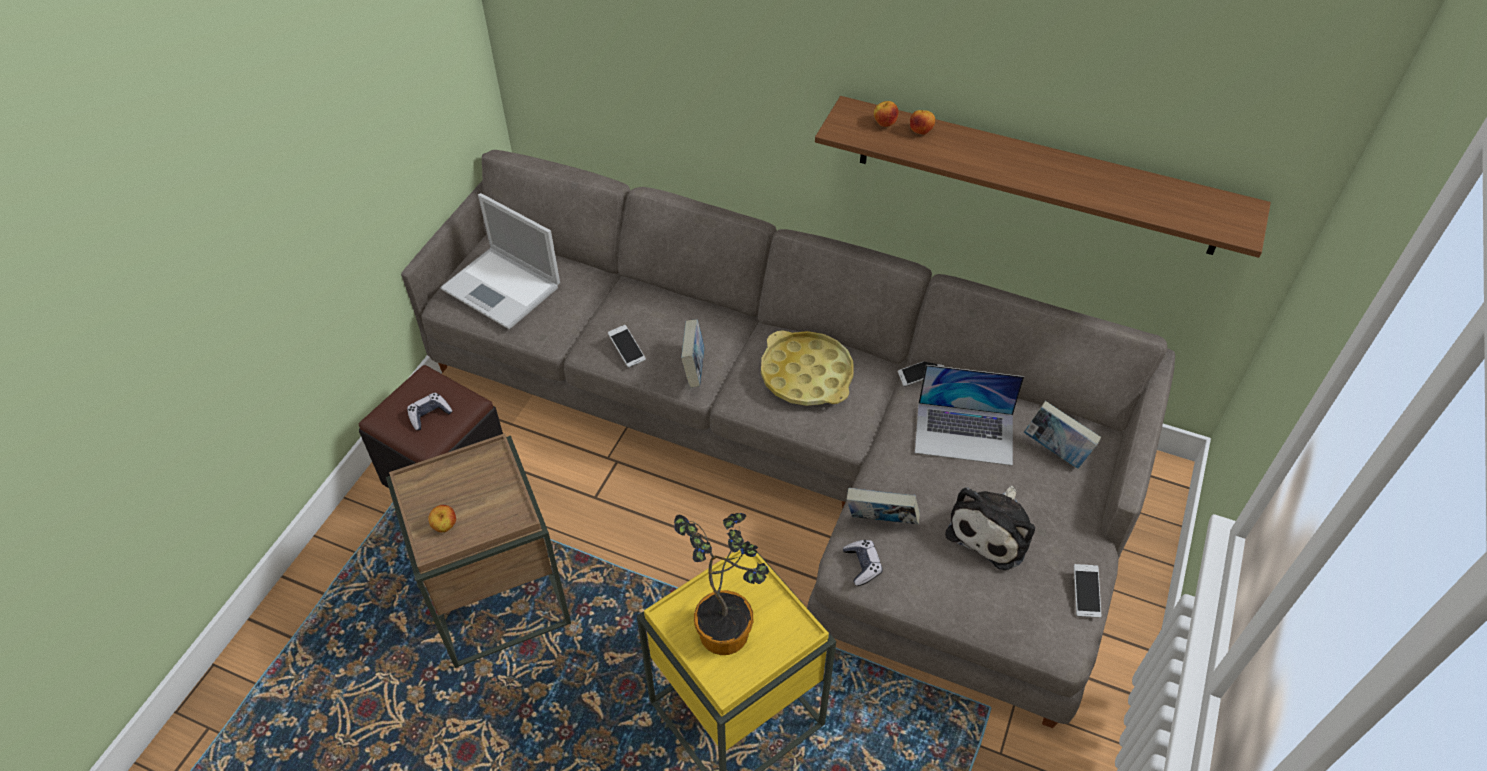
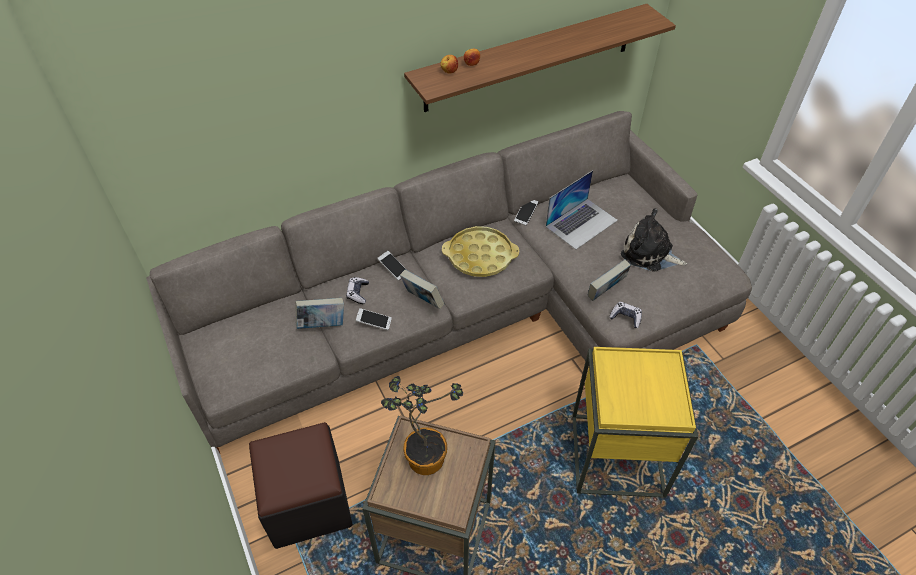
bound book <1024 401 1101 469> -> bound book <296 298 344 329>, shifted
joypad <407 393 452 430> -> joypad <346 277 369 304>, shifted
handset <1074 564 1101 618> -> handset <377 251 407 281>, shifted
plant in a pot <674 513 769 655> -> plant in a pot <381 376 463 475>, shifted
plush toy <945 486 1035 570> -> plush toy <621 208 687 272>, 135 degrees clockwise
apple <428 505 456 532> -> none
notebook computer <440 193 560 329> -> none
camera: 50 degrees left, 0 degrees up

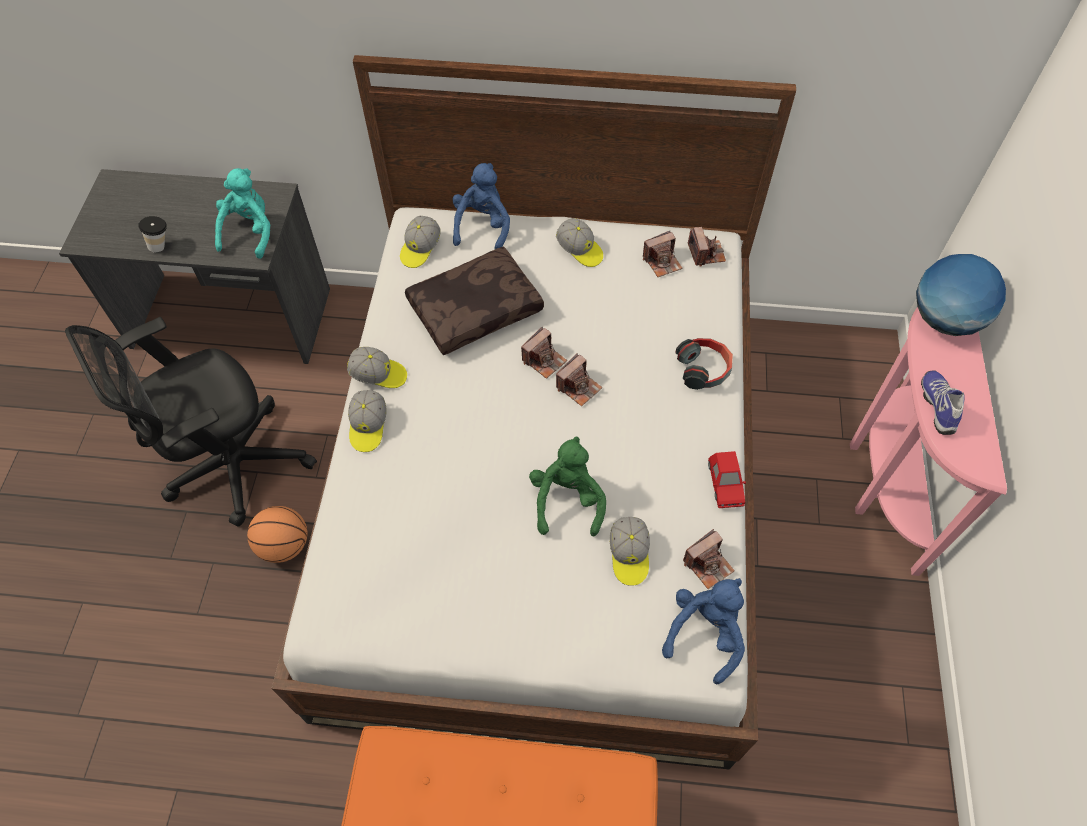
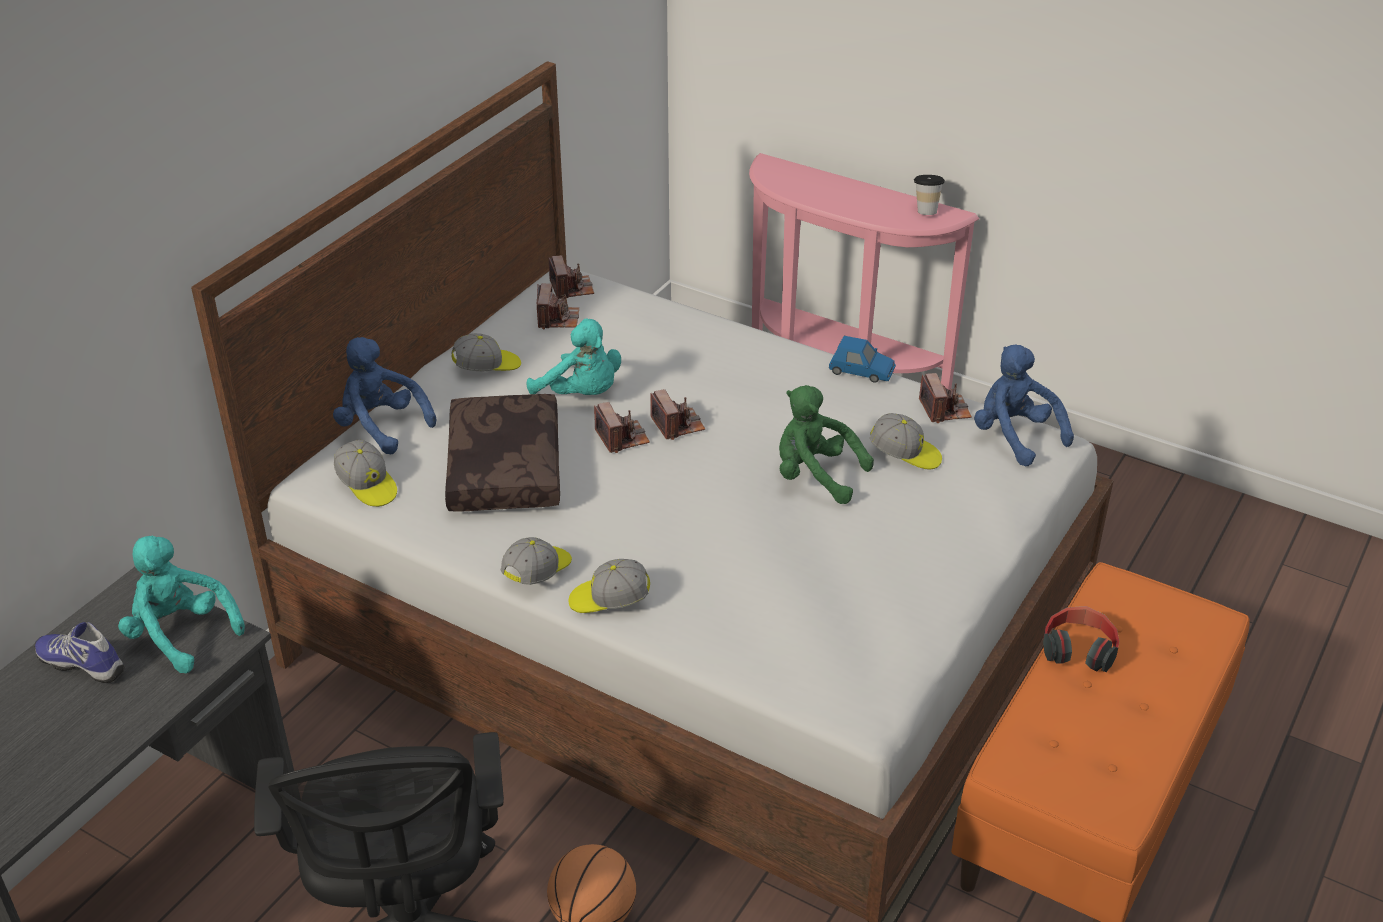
low shoe <921 371 965 435> -> low shoe <34 622 125 683>, shifted
none -> plush toy in blue-green <526 319 621 395>
still camera <688 227 726 267> -> still camera <549 255 594 299>, 60 degrees clockwise
peaked cap <348 390 387 452> -> peaked cap <568 559 650 613>, 150 degrees clockwise
model car in red-coloured <708 451 746 508> -> model car in blue-coloured <829 336 896 383>
cup <138 216 167 252> -> cup <914 175 945 215>, shifted
pair of headphones <675 338 733 390> -> pair of headphones <1043 606 1120 672>, shifted
desk globe <916 254 1006 336> -> none
camera: 65 degrees left, 20 degrees down

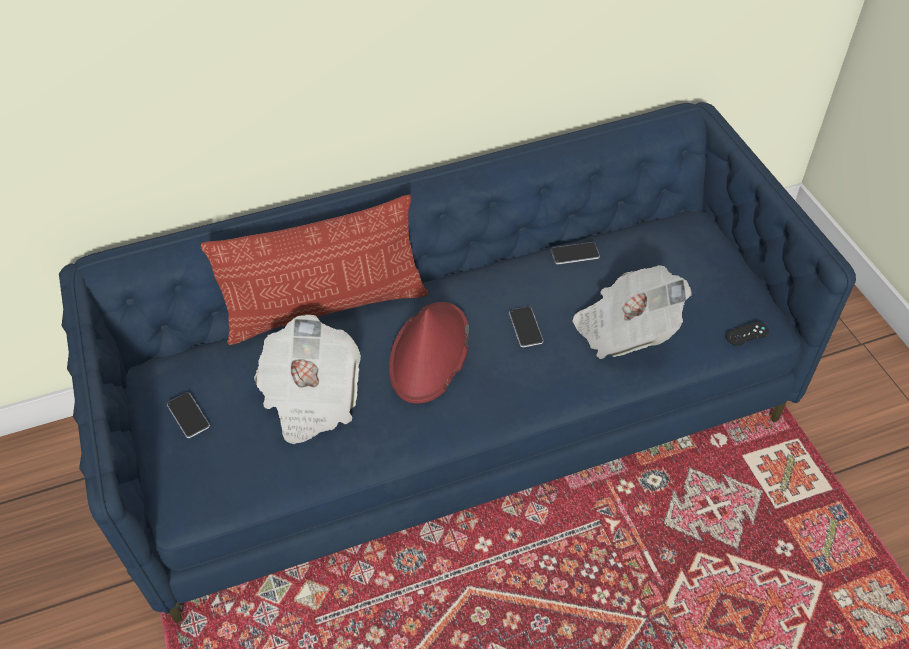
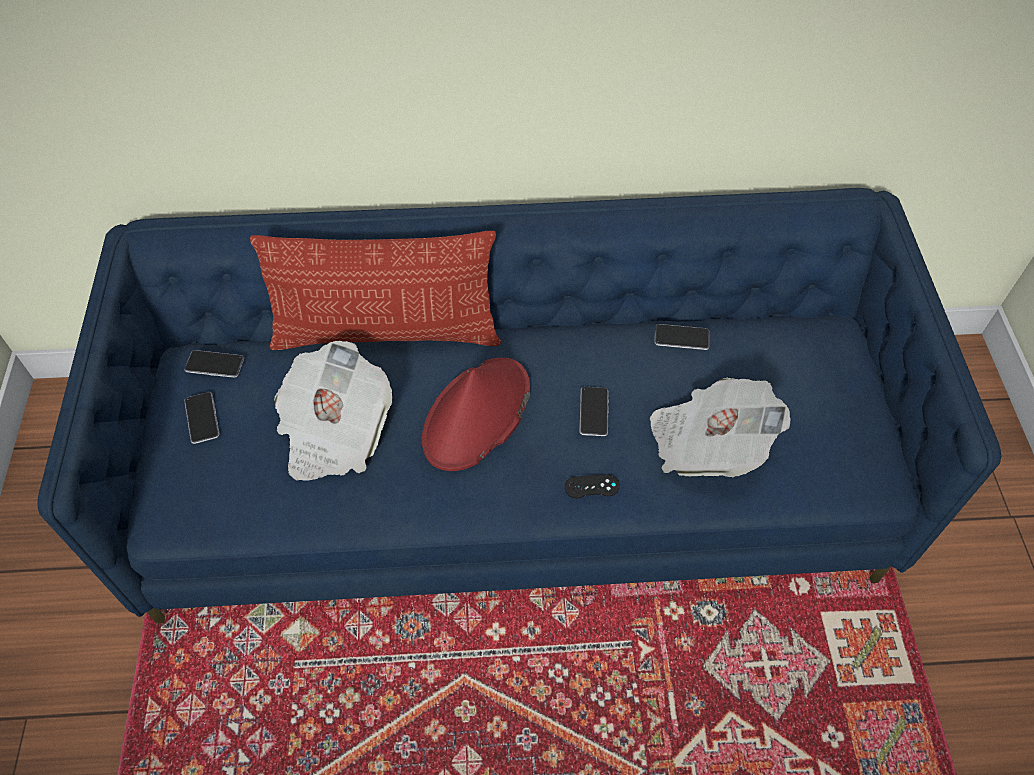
none -> handset <184 350 244 378>
joypad in black <726 322 769 346> -> joypad in black <564 474 620 499>, shifted
camera: 15 degrees right, 5 degrees up

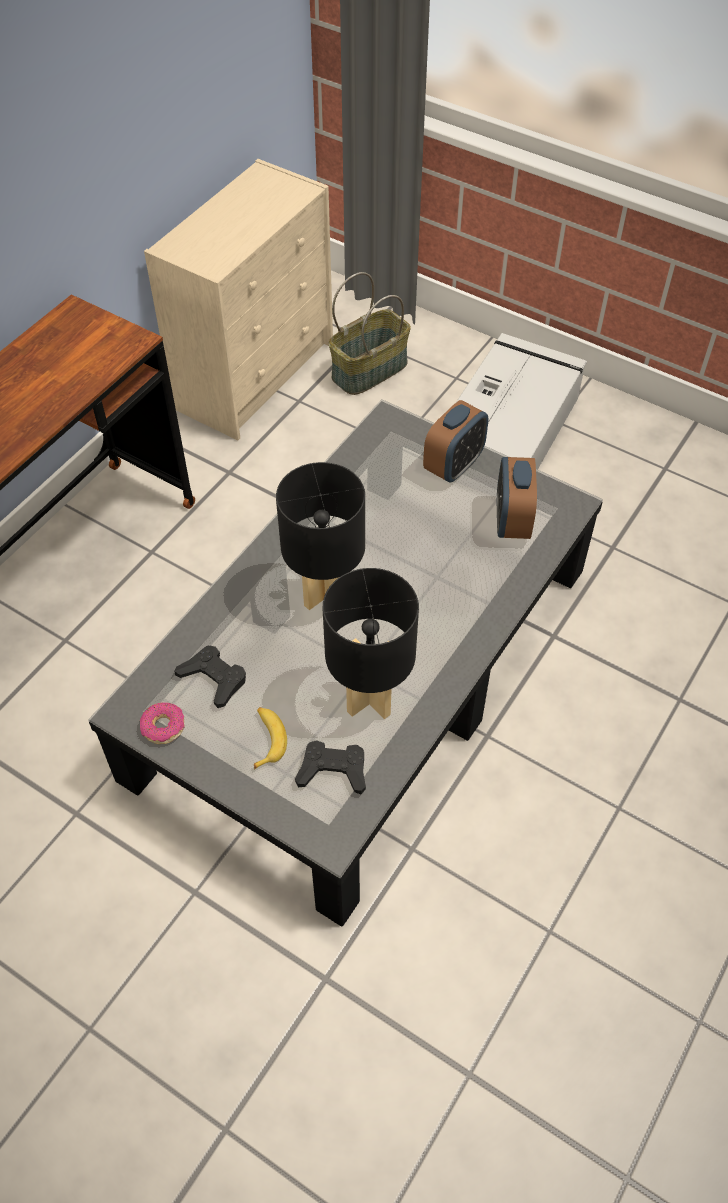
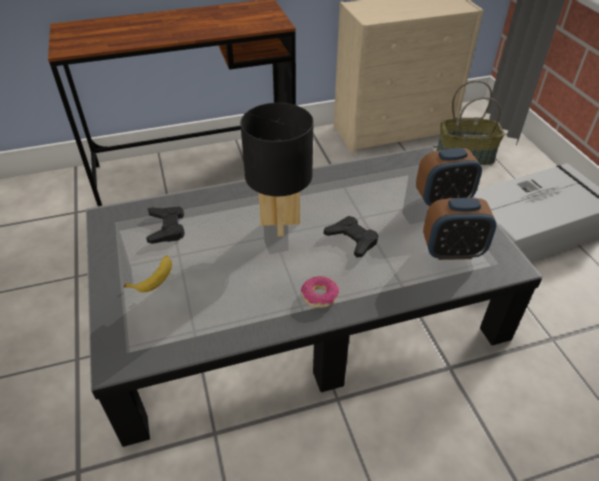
ring doughnut <140 702 185 744> -> ring doughnut <301 276 339 308>, shifted
joypad in black <295 740 366 794> -> joypad in black <324 216 378 258>, shifted
table clock <497 457 537 539> -> table clock <423 198 496 260>, 135 degrees counterclockwise
tabletop lamp in black <323 568 419 719> -> none
camera: 40 degrees right, 10 degrees down

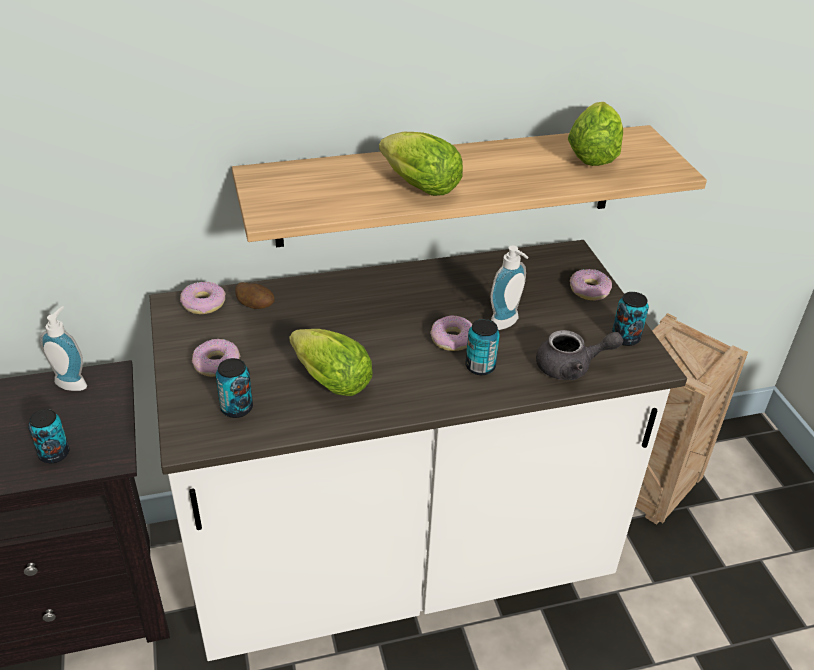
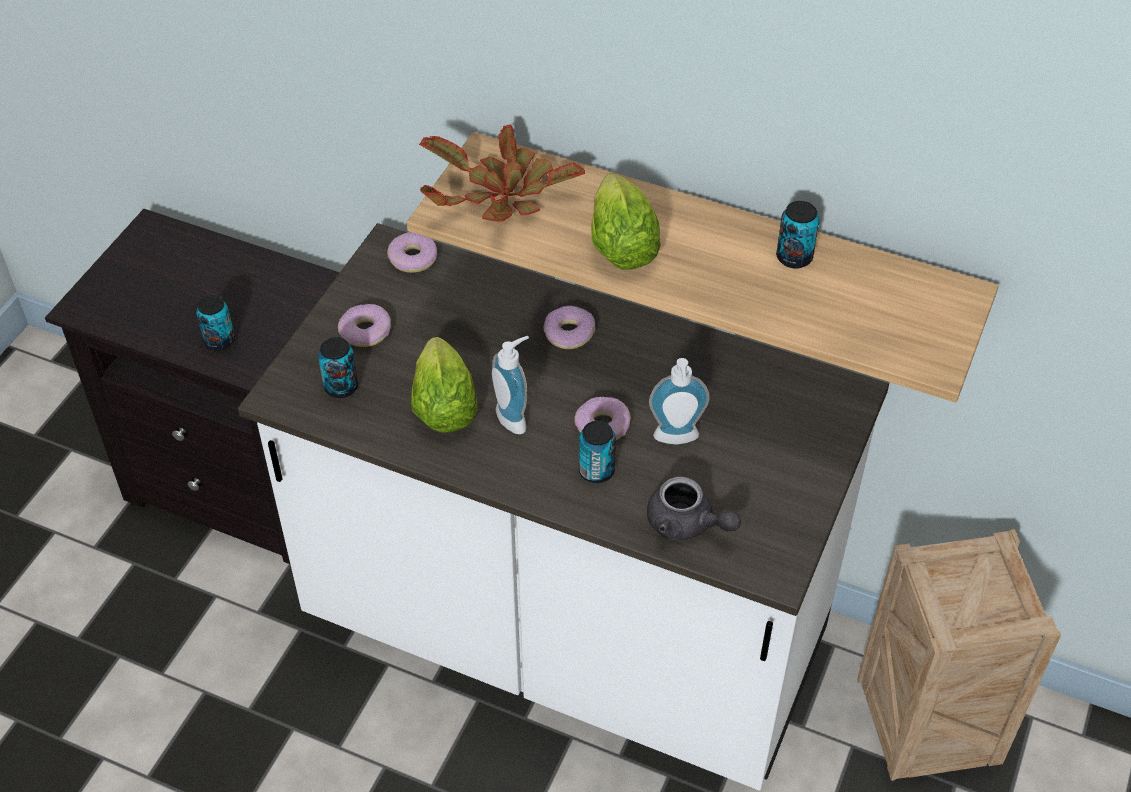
none -> plant in a pot <419 124 585 222>
soap dispenser <40 306 87 391> -> soap dispenser <492 336 529 434>, shifted
ring doughnut <570 269 612 300> -> ring doughnut <543 305 595 349>, shifted
sealed can <612 292 649 346> -> sealed can <776 201 820 269>, shifted
whole potato <235 282 275 309> -> none
head of lettuce <568 102 623 166> -> none
camera: 40 degrees right, 10 degrees up

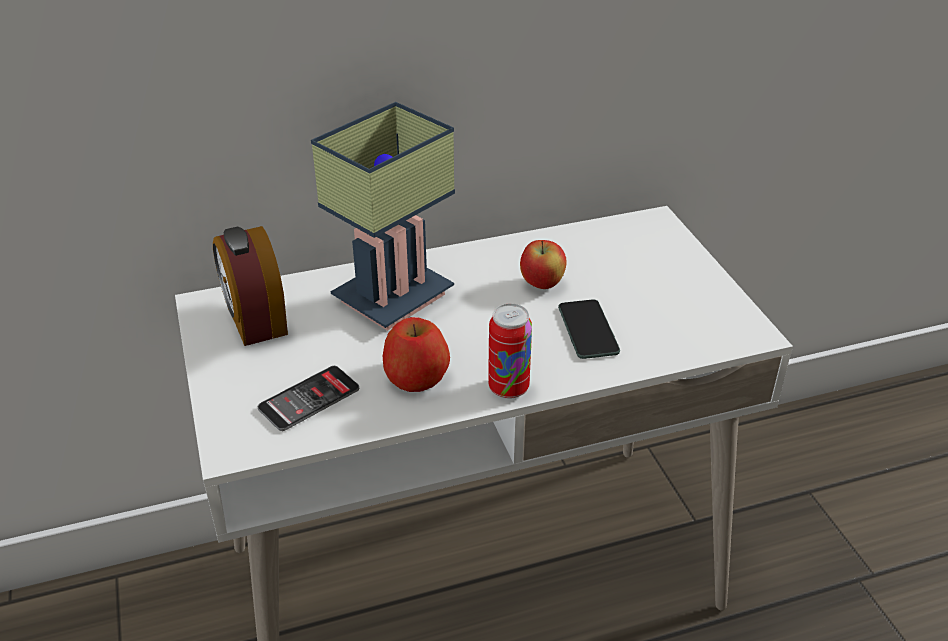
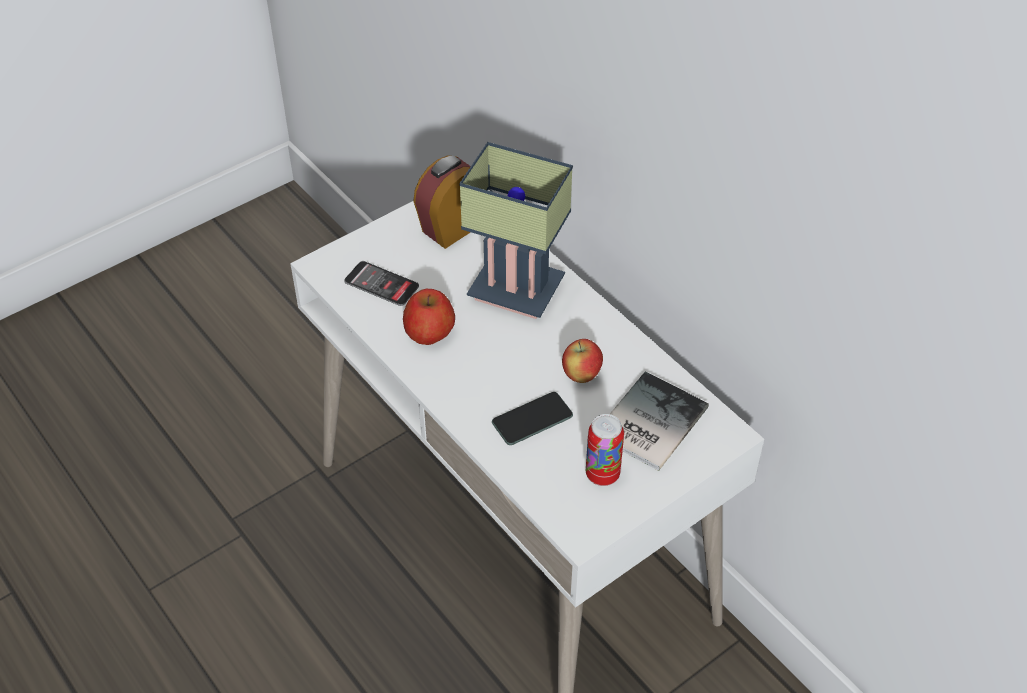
sealed can <488 304 532 399> -> sealed can <586 414 624 486>, shifted
none -> bound book <610 371 709 471>
camera: 70 degrees right, 10 degrees up

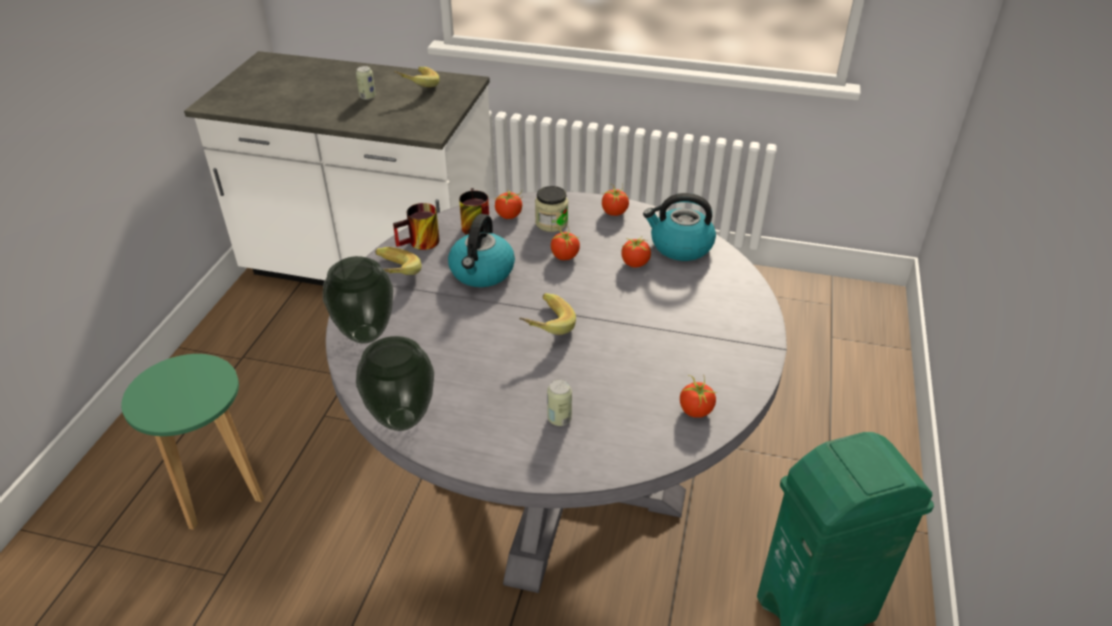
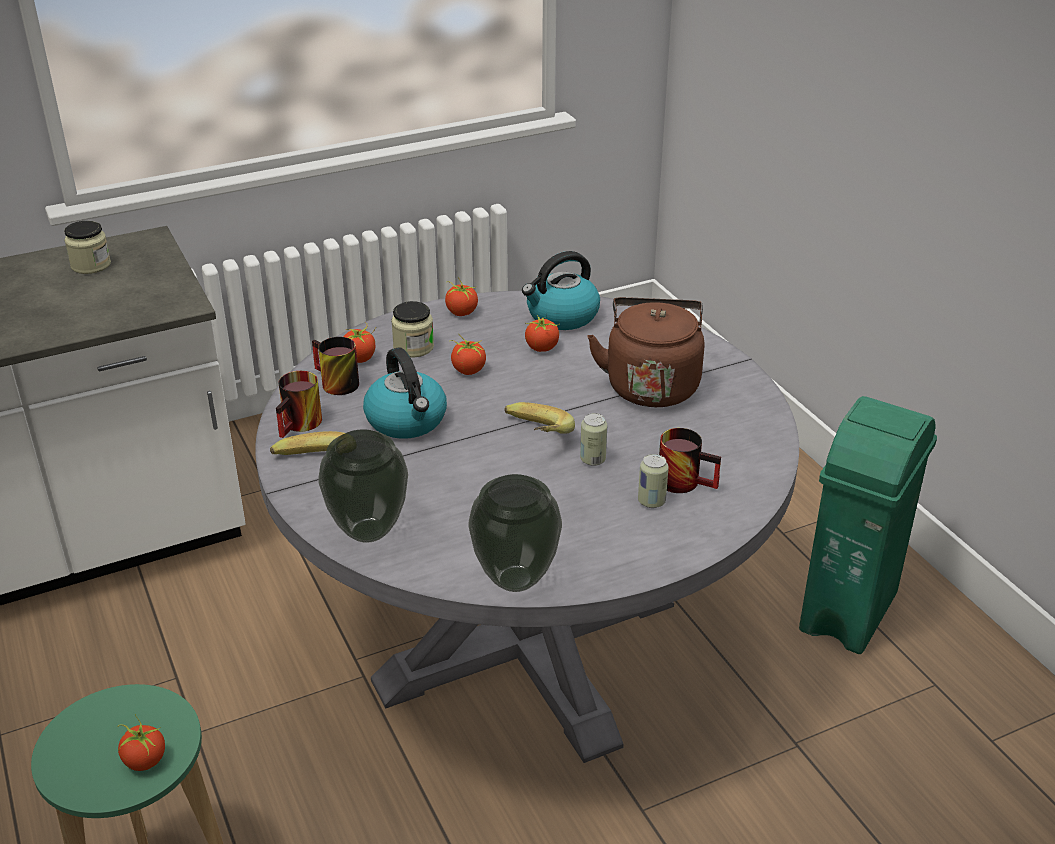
whole banana <394 67 439 87> -> jar <64 221 111 274>
fresh tomato <680 375 717 418> -> fresh tomato <117 714 165 771>, shifted
sealed can <356 66 376 100> -> sealed can <580 413 607 466>, shifted
none -> water kettle in brown <587 297 704 407>
none -> coffee mug <659 428 721 493>
camera: 40 degrees left, 5 degrees down

